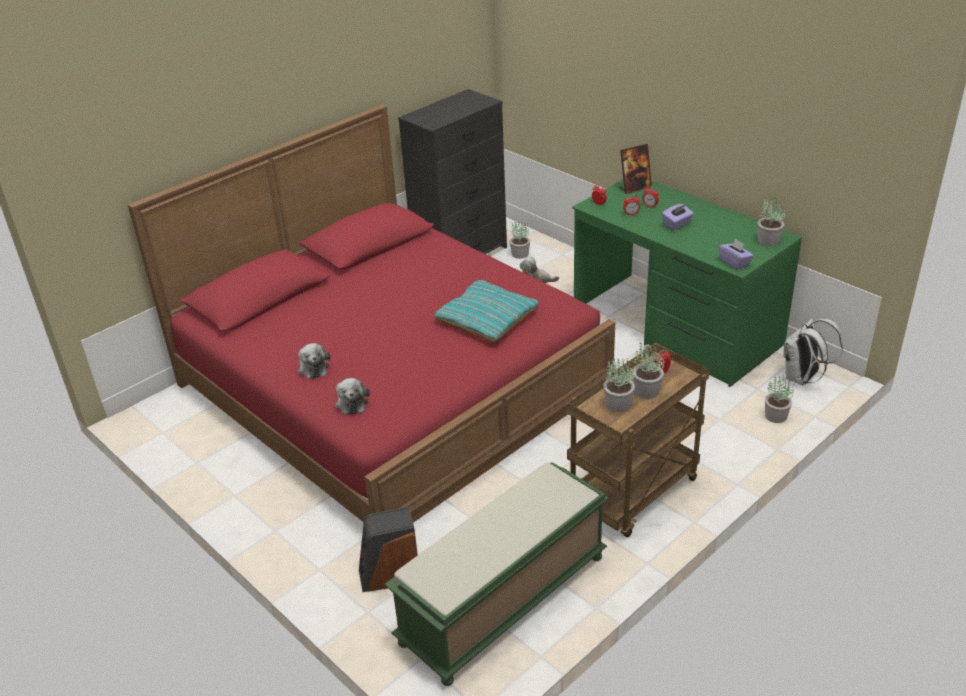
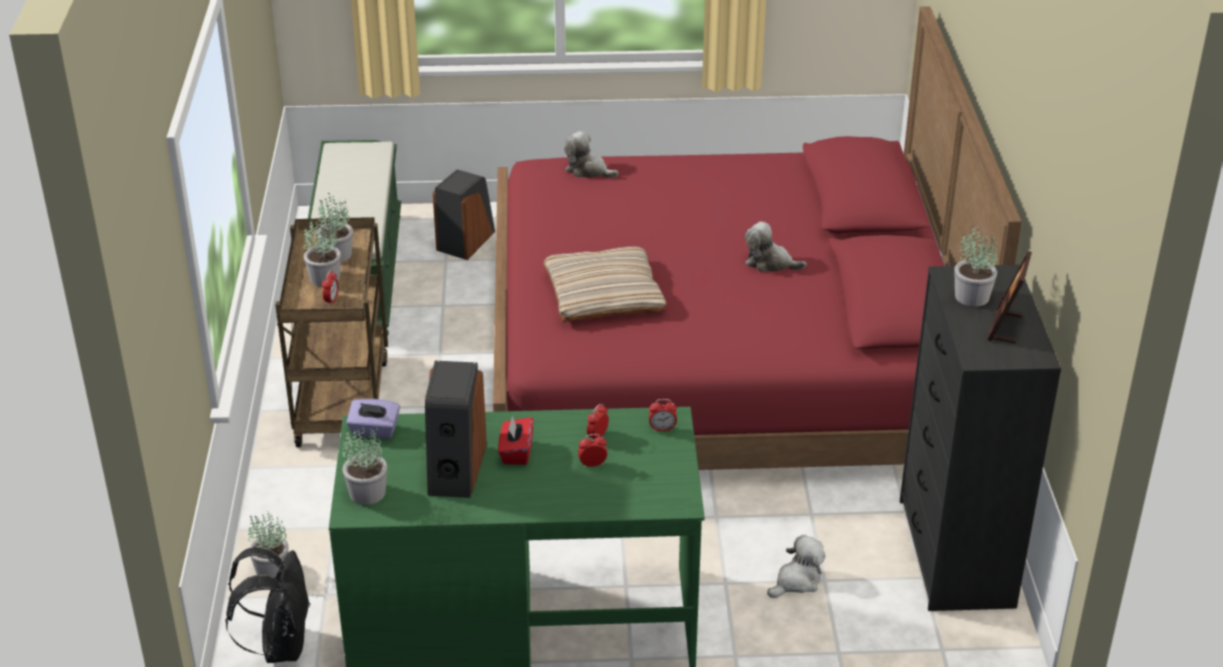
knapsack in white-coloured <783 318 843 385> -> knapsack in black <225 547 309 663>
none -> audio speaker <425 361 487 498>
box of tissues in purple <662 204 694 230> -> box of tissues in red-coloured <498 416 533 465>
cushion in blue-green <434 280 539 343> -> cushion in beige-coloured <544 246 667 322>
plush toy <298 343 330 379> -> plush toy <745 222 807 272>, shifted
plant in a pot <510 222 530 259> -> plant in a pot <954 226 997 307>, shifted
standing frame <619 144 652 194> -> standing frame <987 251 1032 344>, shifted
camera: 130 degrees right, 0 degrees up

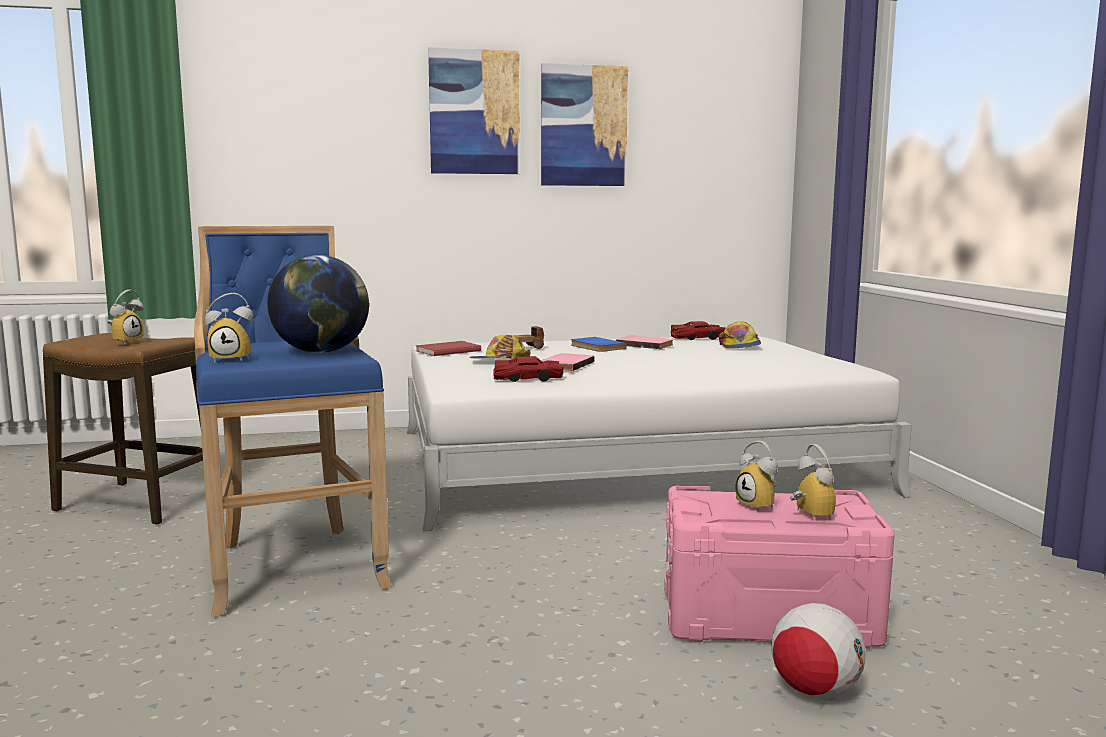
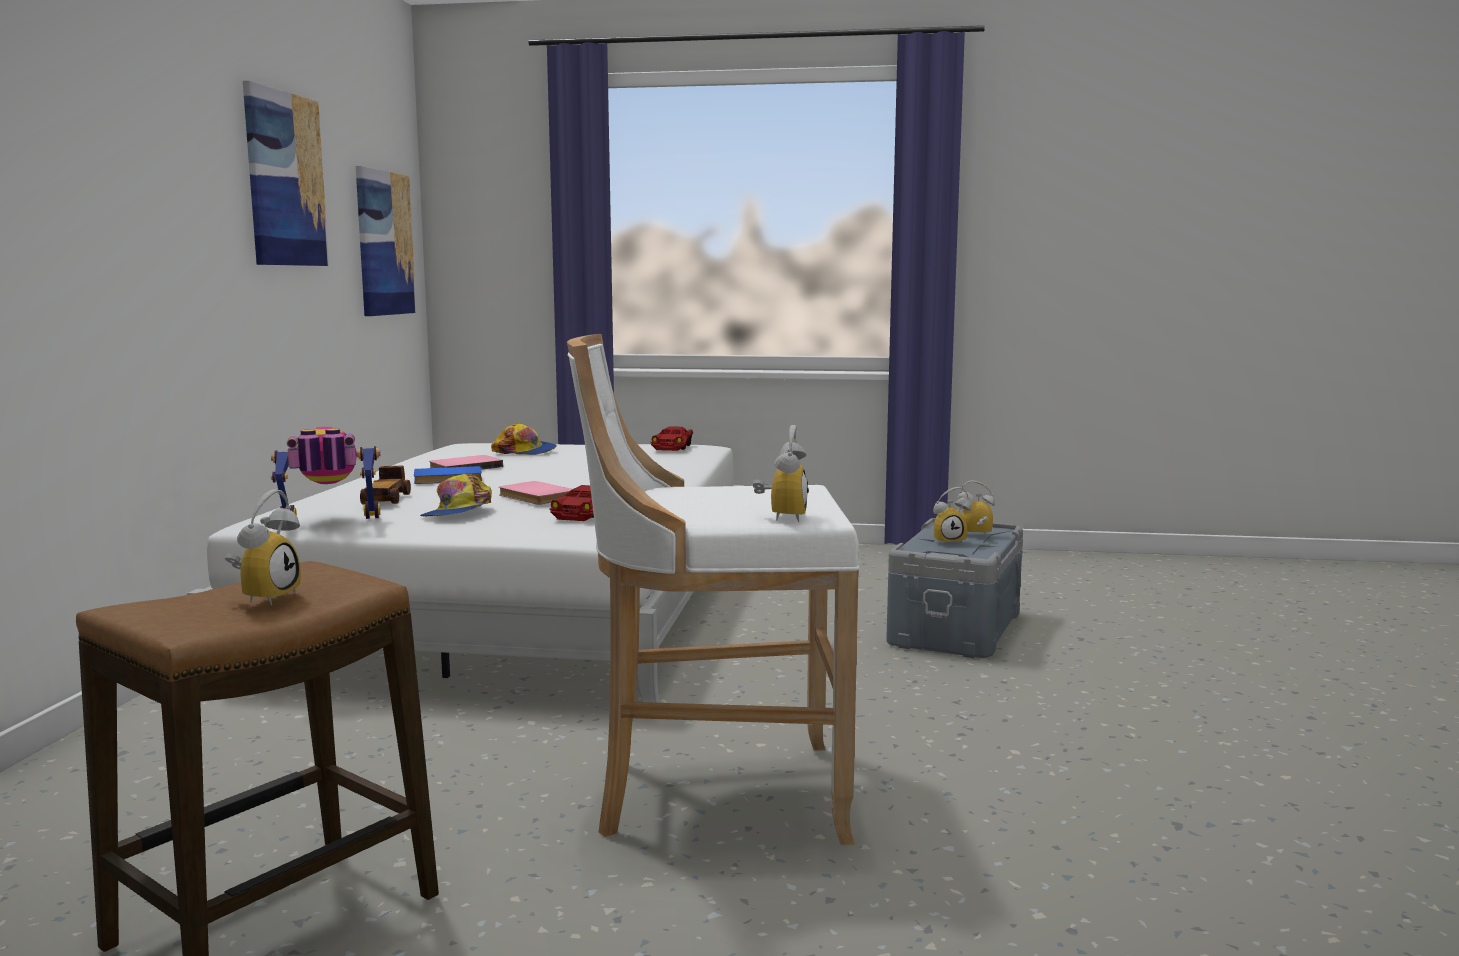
table clock <107 289 144 344> -> table clock <225 489 301 605>, 60 degrees clockwise
bound book in red-coloured <415 341 481 356> -> robot figure <271 427 380 519>
wall picture <428 47 520 174> -> wall picture <356 166 416 316>, shifted
stool in blue-coloured <194 226 393 617> -> stool in white-coloured <567 334 859 845>
model car in red-coloured <670 321 725 340> -> model car in red-coloured <650 426 693 451>, shifted
storage container in pink <664 486 895 649> -> storage container in gray <886 518 1023 658>
desk globe <267 255 369 353> -> none
football <771 603 865 698> -> none
camera: 70 degrees left, 0 degrees up

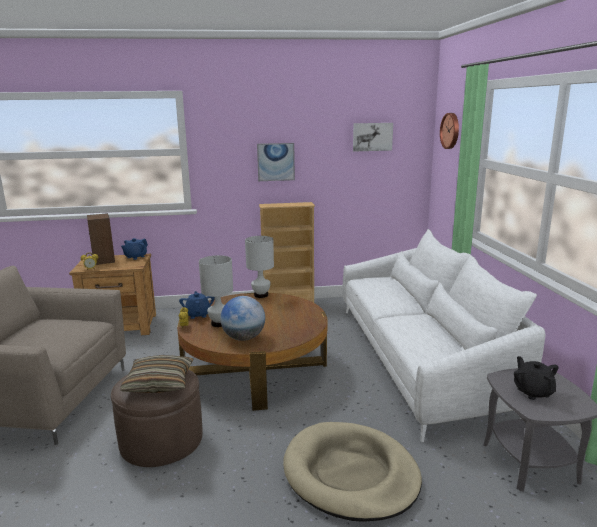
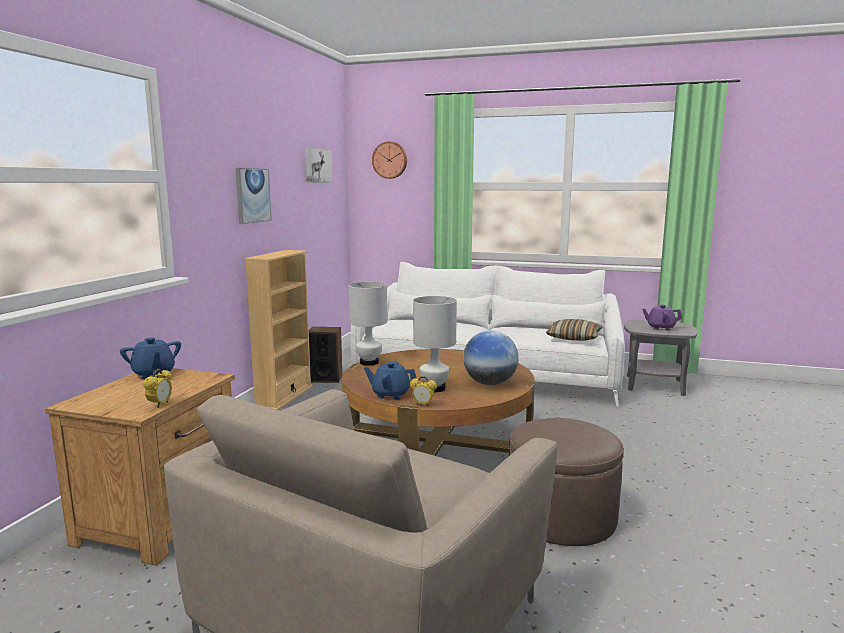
audio speaker <87 213 115 265> -> audio speaker <309 327 342 383>, shifted
cushion <120 355 193 393> -> cushion <546 319 602 341>, shifted
pot for tea in black <514 356 558 400> -> pot for tea in purple <642 305 682 331>
pet bed in beige-coloured <283 422 422 522> -> none
camera: 65 degrees left, 5 degrees down

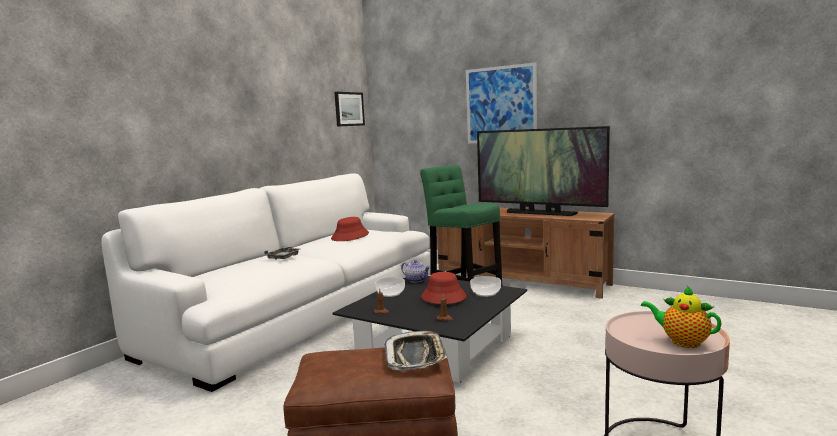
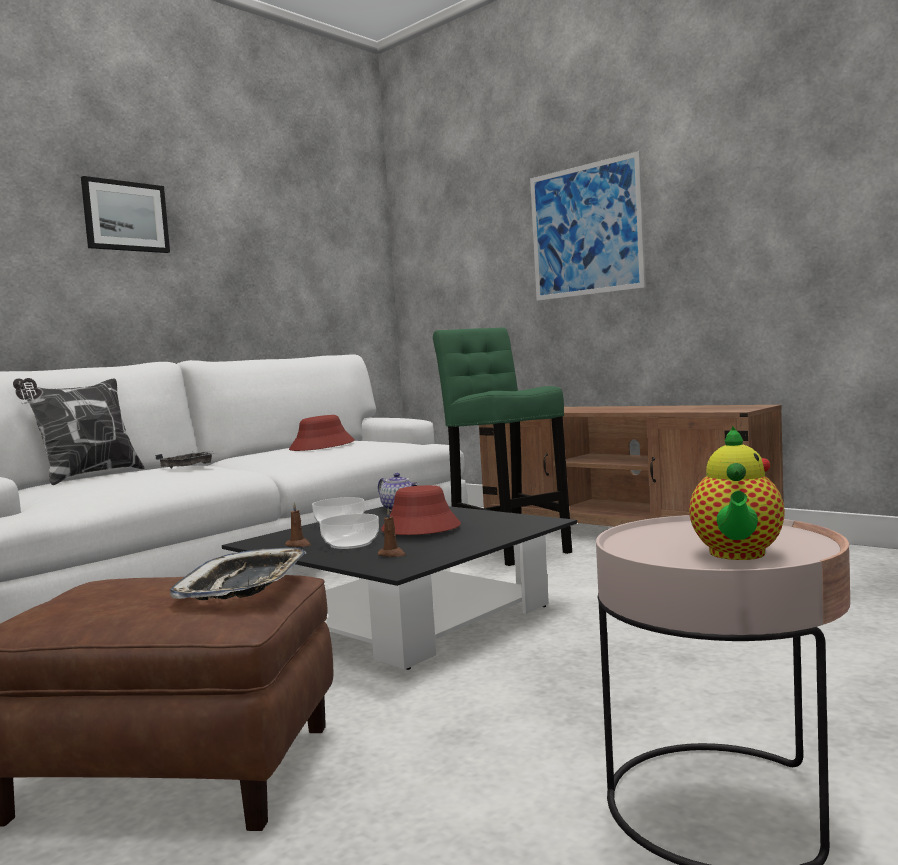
none -> cushion <13 378 145 485>
wall picture <334 92 365 127> -> wall picture <81 176 170 253>, shifted
bowl <470 276 501 297> -> bowl <320 514 379 549>, shifted
pot for tea <641 285 721 348> -> pot for tea <689 426 785 560>, 120 degrees counterclockwise
television <477 126 610 216> -> none
camera: 10 degrees right, 5 degrees down

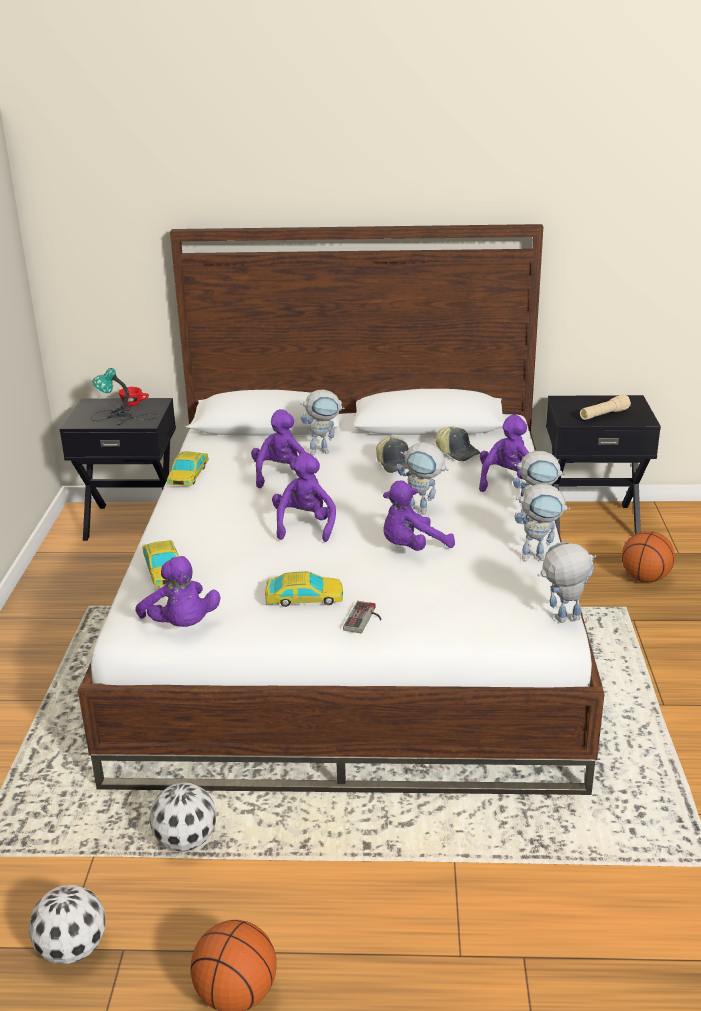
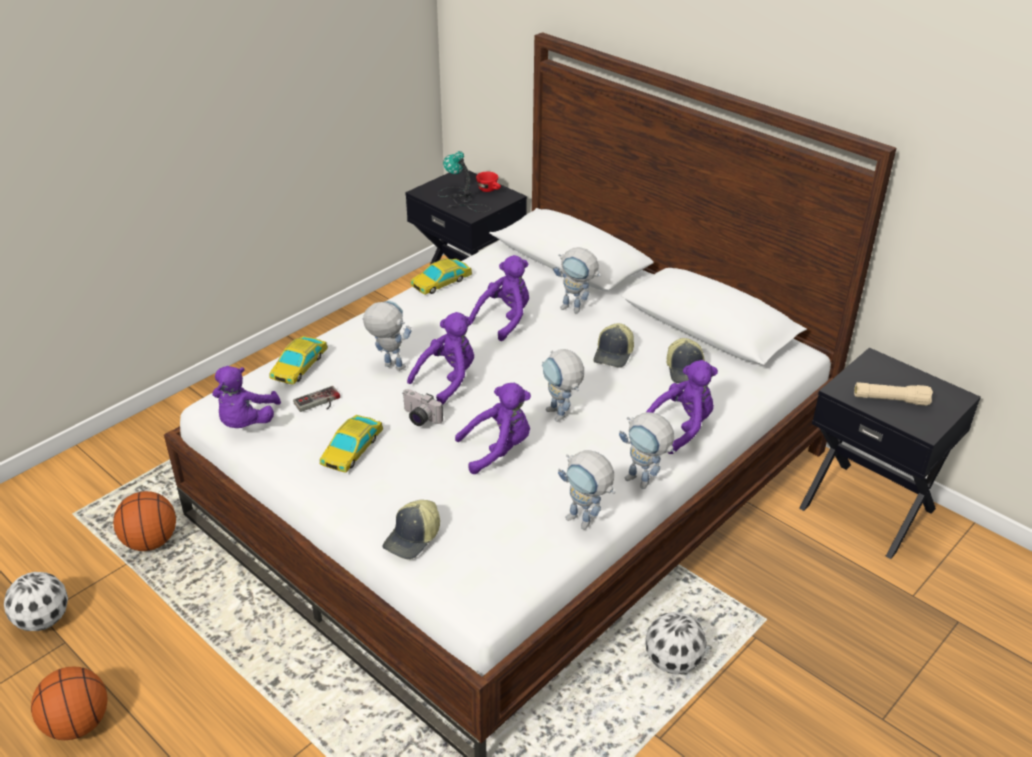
basketball <622 531 675 582> -> basketball <113 491 176 551>, shifted
joypad <343 601 382 633> -> joypad <293 386 340 412>, shifted
model car <265 571 343 607> -> model car <320 415 383 473>, 75 degrees clockwise
robot figure <538 542 597 623> -> robot figure <362 301 411 371>, shifted
none -> peaked cap <382 500 440 559>
none -> still camera <402 389 443 426>
plush toy in purple <383 481 455 551> -> plush toy in purple <455 383 531 474>, 150 degrees clockwise
football <149 782 216 852> -> football <645 612 707 674>, shifted
camera: 40 degrees right, 10 degrees up

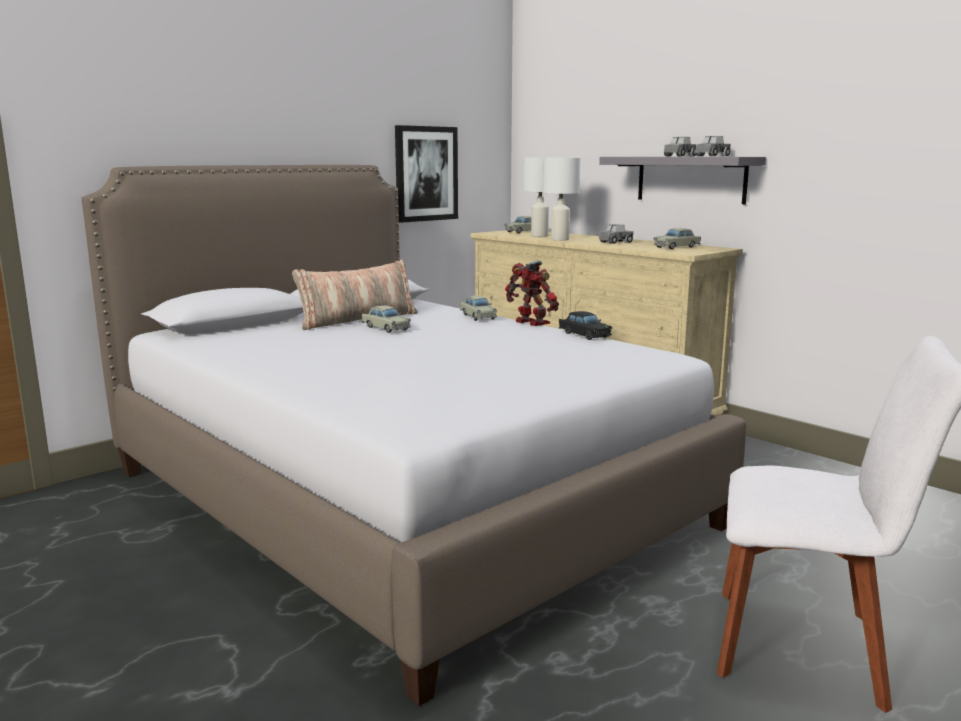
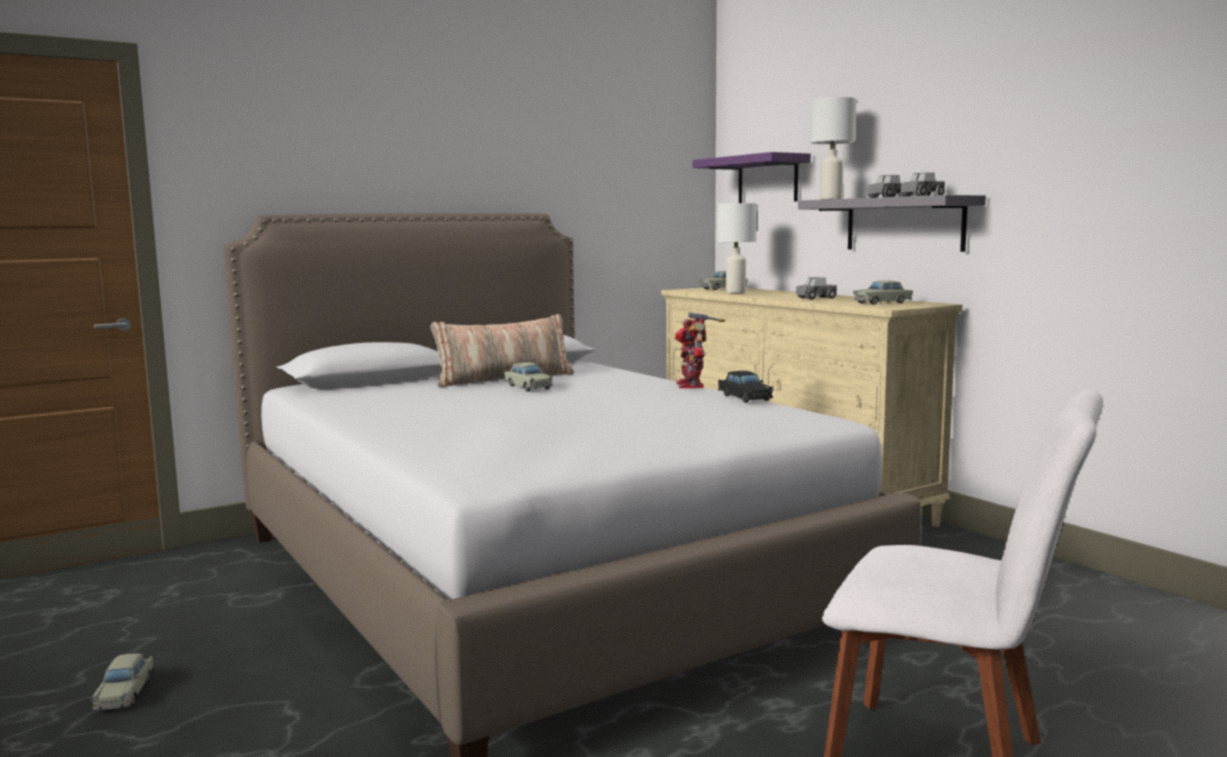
model car in beige-coloured <460 295 497 321> -> model car in beige-coloured <91 653 154 711>, shifted
robot figure <505 260 559 326> -> robot figure <675 312 725 388>, 150 degrees counterclockwise
none -> wall shelf in purple <692 152 811 203>
tabletop lamp in white-coloured <543 158 580 241> -> tabletop lamp in white-coloured <811 97 856 200>, shifted
wall picture <395 125 458 223> -> none
camera: 10 degrees right, 5 degrees down

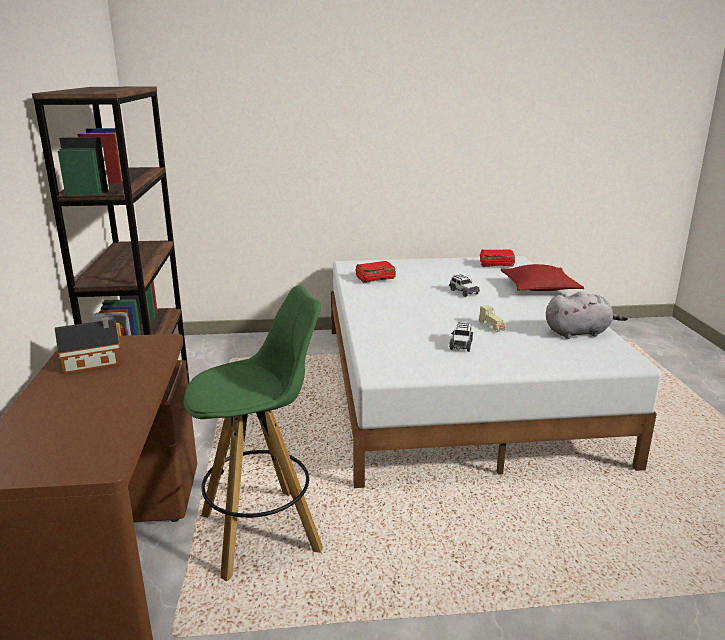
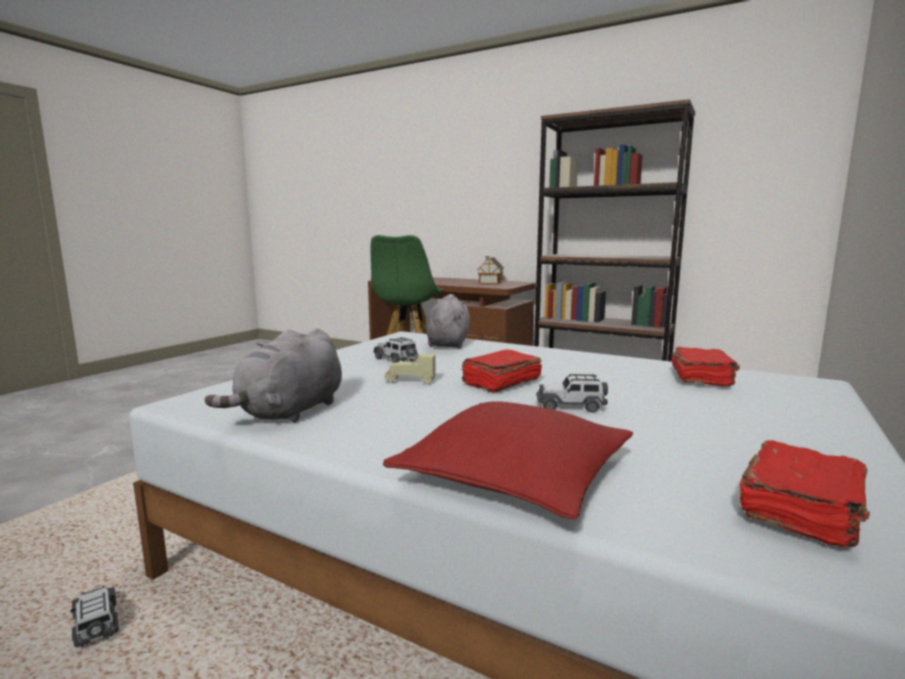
none -> model car <70 586 119 647>
none -> plush toy in gray <426 294 470 348>
none -> bound book in red-coloured <462 350 542 393>
camera: 125 degrees right, 10 degrees down

